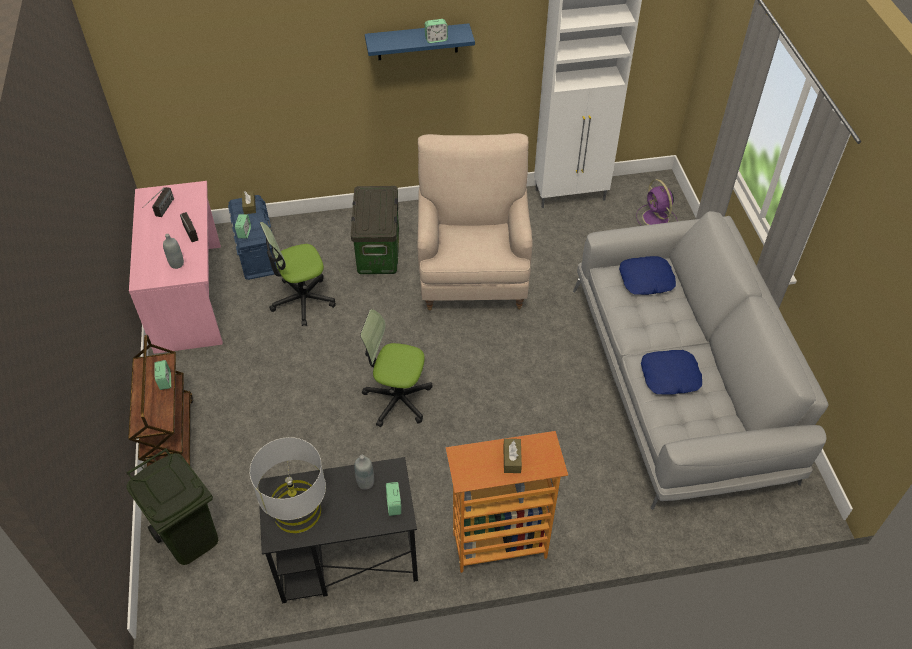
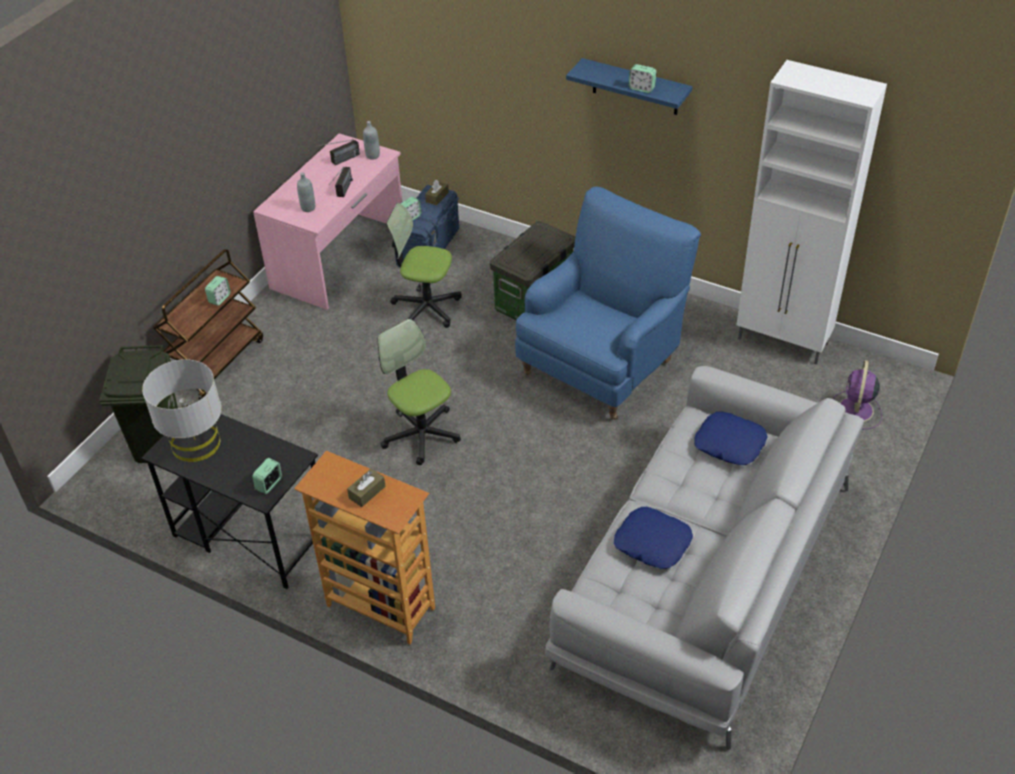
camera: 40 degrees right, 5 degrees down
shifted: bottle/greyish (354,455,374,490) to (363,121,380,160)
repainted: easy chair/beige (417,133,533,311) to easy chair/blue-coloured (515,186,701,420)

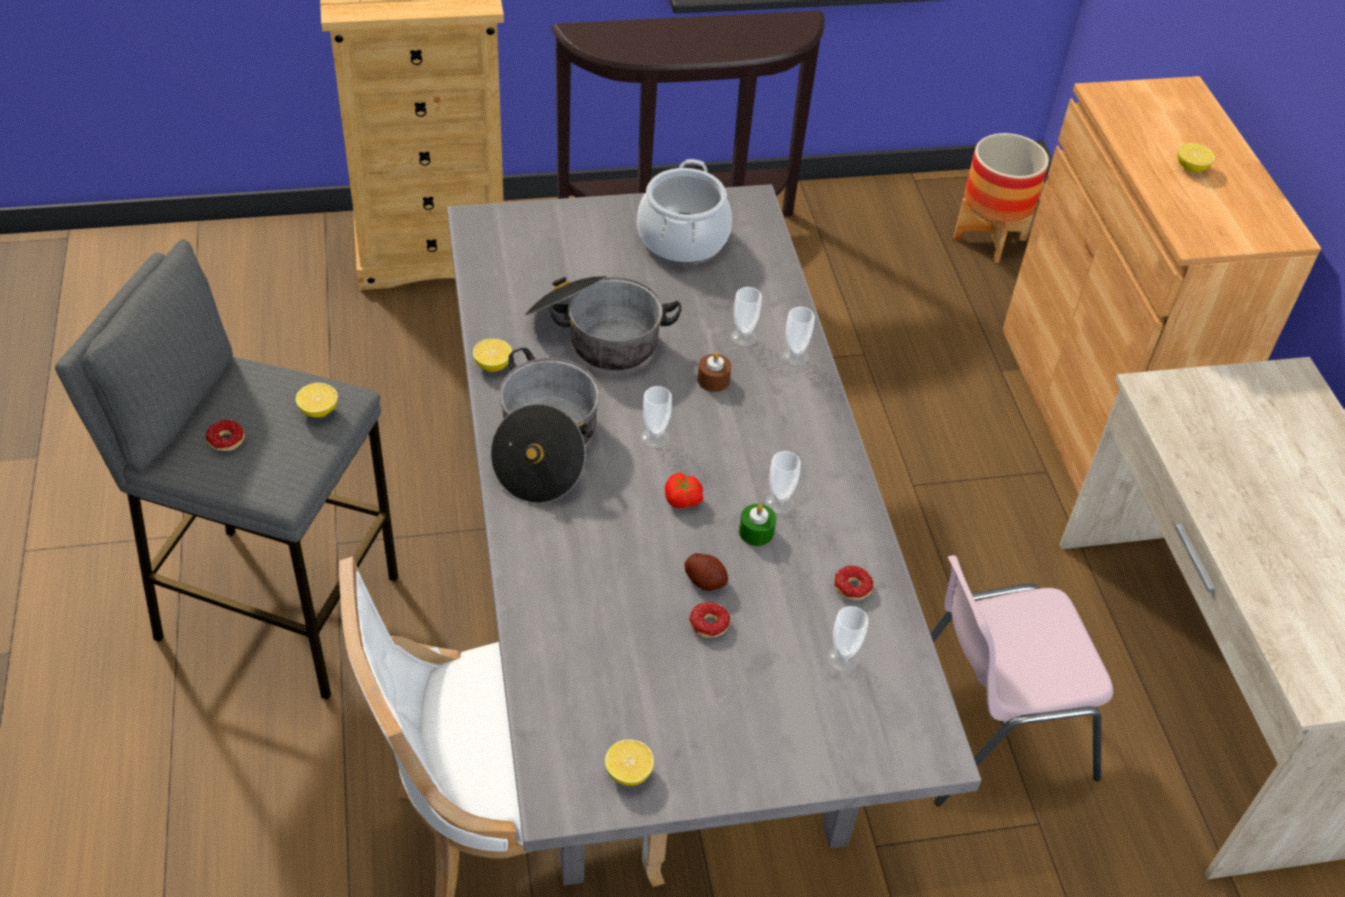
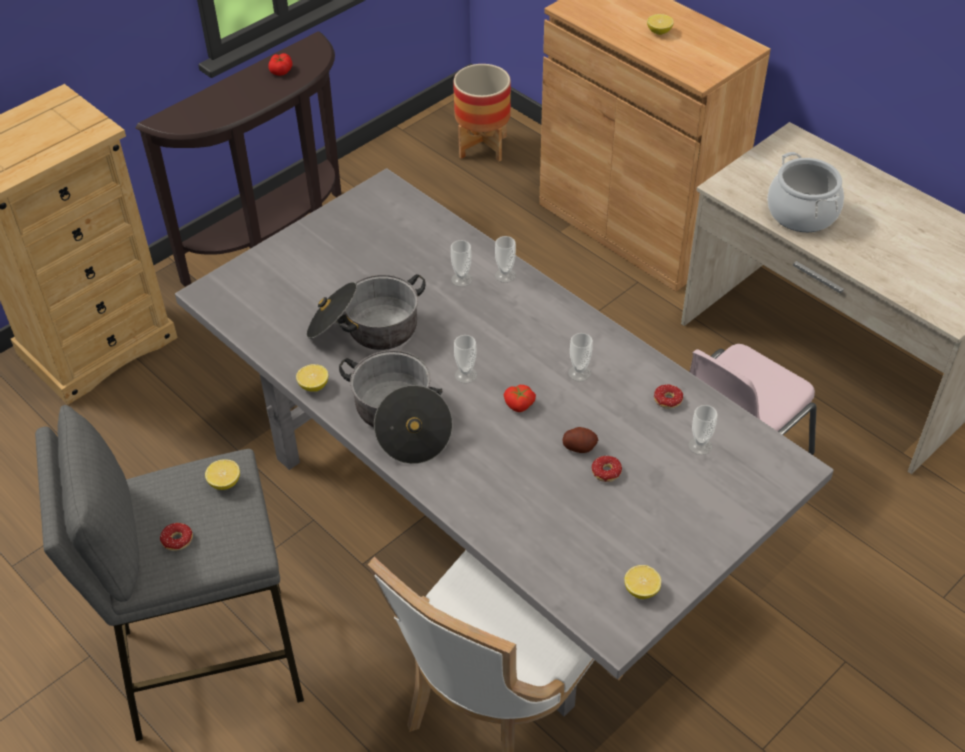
camera: 30 degrees left, 0 degrees up
gone: wax light/brown (698,352,731,392); wax light/green-coloured (739,504,776,546)
new: tomato (268,53,293,76)
shifted: cooking pot (637,159,732,263) to (767,152,844,232)

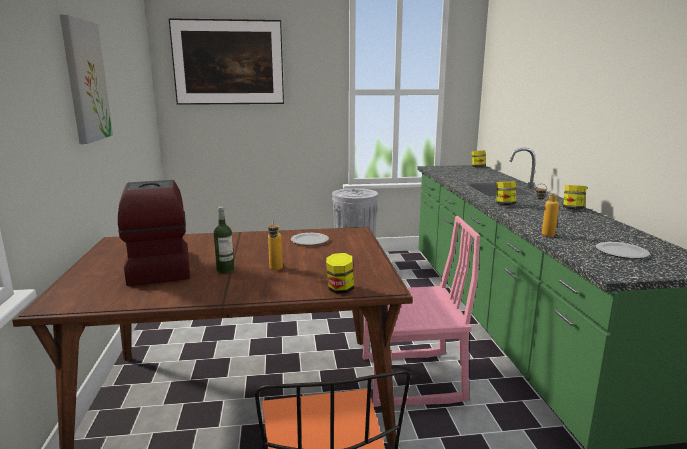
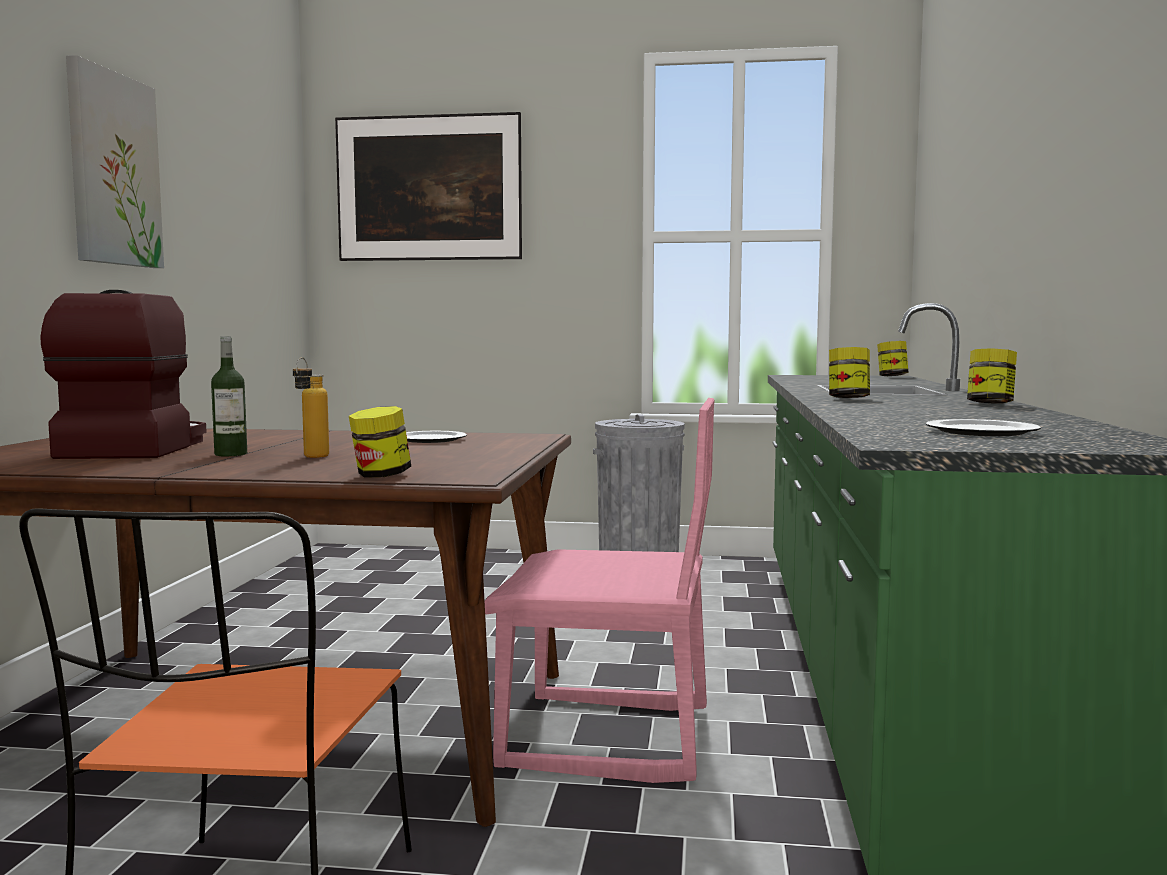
camera: 15 degrees right, 10 degrees down
gone: bottle (535,183,559,237)

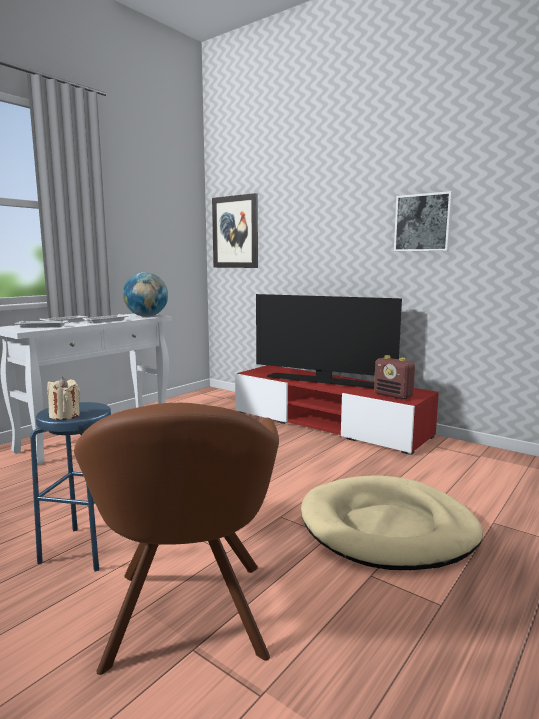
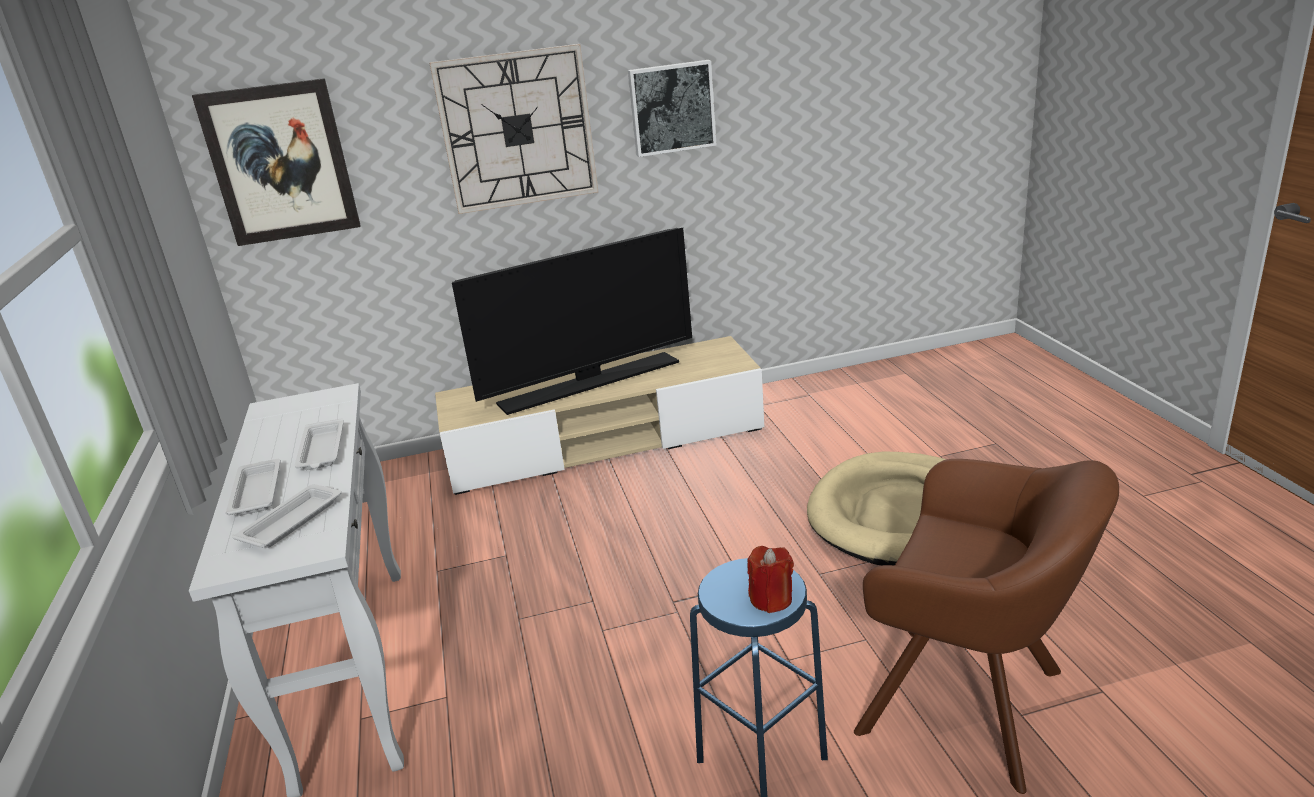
camera: 50 degrees left, 15 degrees up
gone: globe (123,272,168,317); radio receiver (374,355,415,400)
new: hanging clock (429,44,598,214)
repainted: wax light/beige (47,377,80,420) to wax light/red (747,546,794,613); media console/red (235,365,439,455) to media console/beige (435,336,764,495)

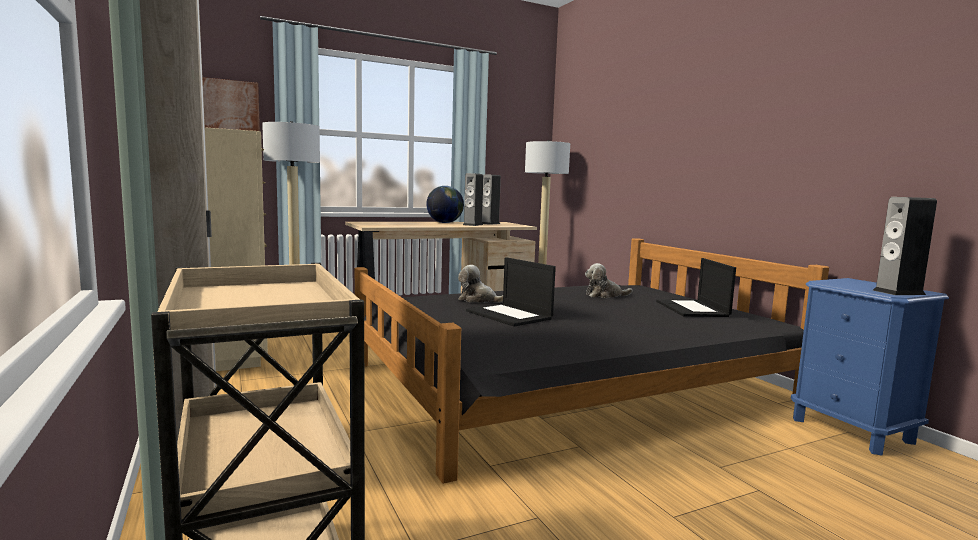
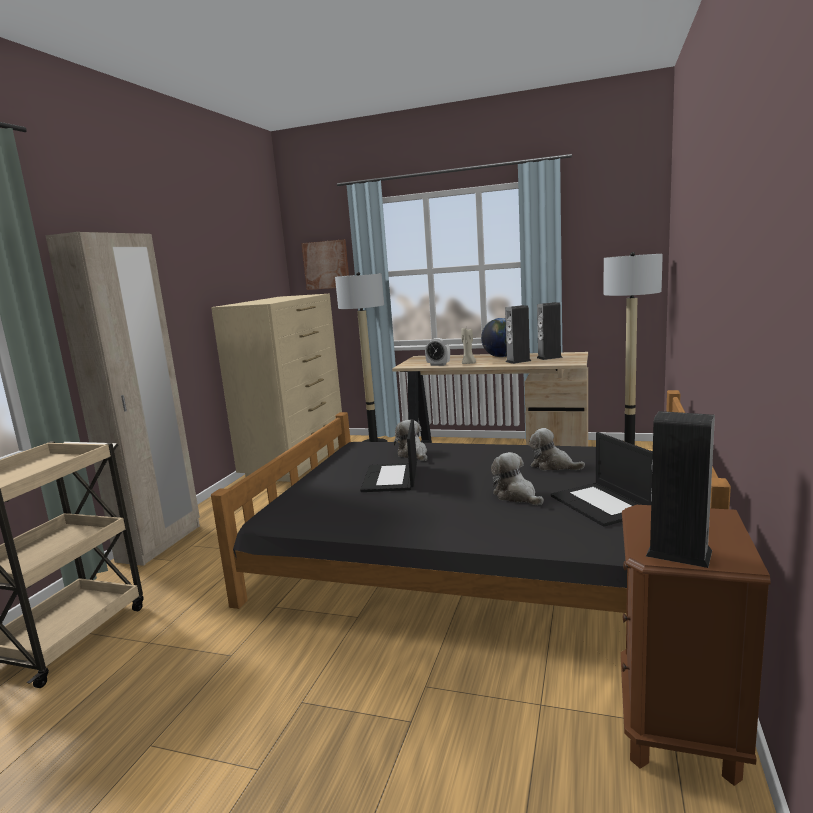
camera: 45 degrees right, 5 degrees up
new: table clock (425,338,450,366); wax light/beige (461,328,476,364); cuddly toy (491,452,544,505)
repainted: nightstand/blue-coloured (791,278,949,455) to nightstand/brown (621,505,771,786)
rotated: laptop (656,258,736,317) = (551,432,653,527) 60 degrees counterclockwise

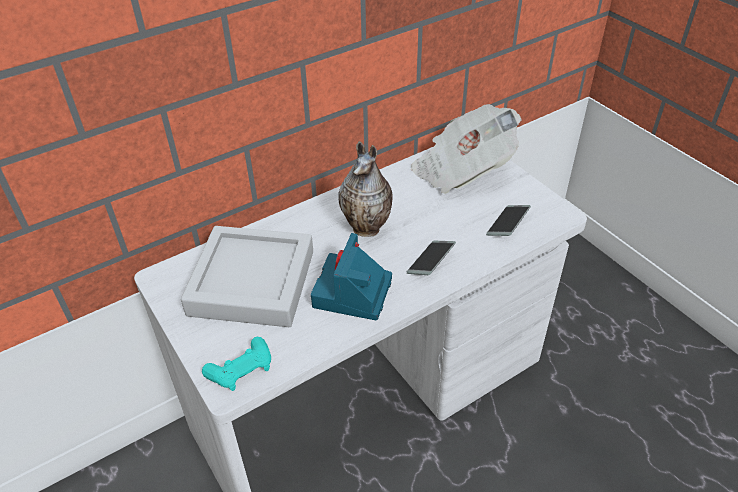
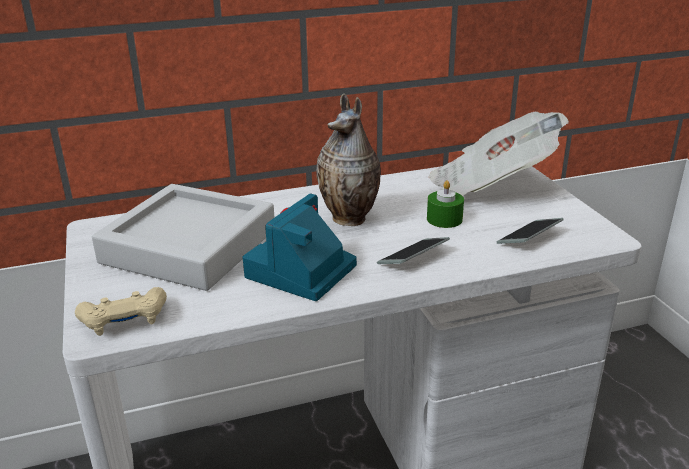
camera: 15 degrees right, 15 degrees down
new: wax light/green-coloured (427,180,464,228)
repainted: joypad/turquoise-coloured (202,337,271,391) to joypad/beige (75,287,167,336)

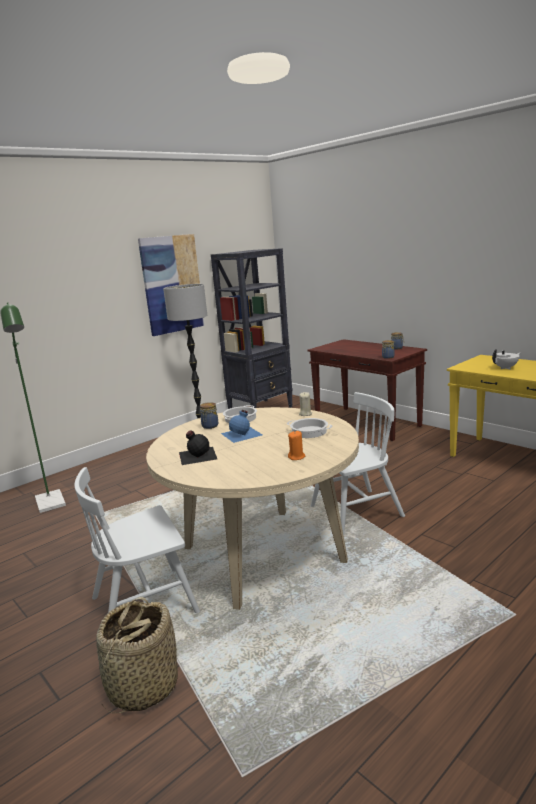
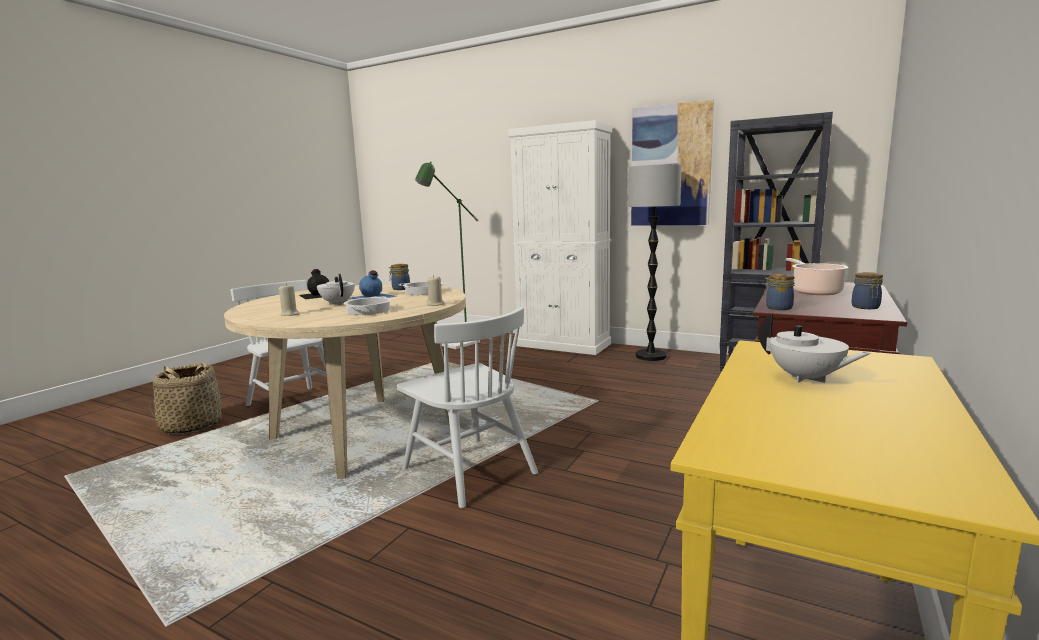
camera: 70 degrees right, 5 degrees down
new: teapot/whitish (317,274,355,305); cupboard/whitish (508,120,612,355); cooking pot (786,258,849,295)
repainted: wax light/orange (288,431,306,460) to wax light/beige (279,284,300,316)

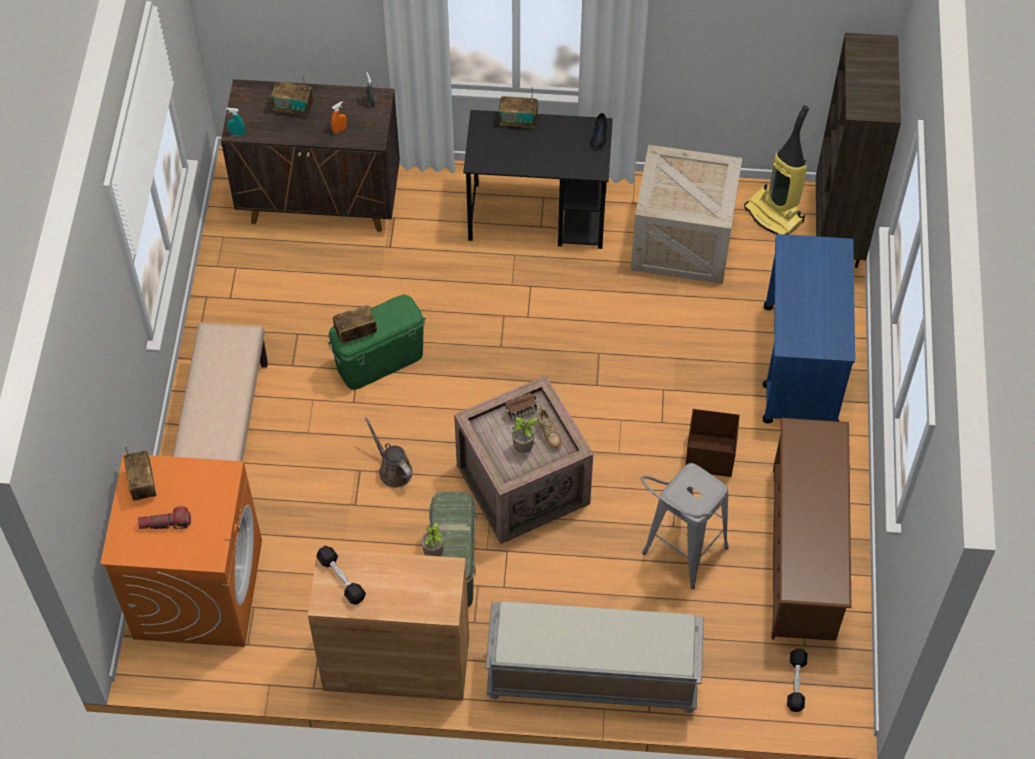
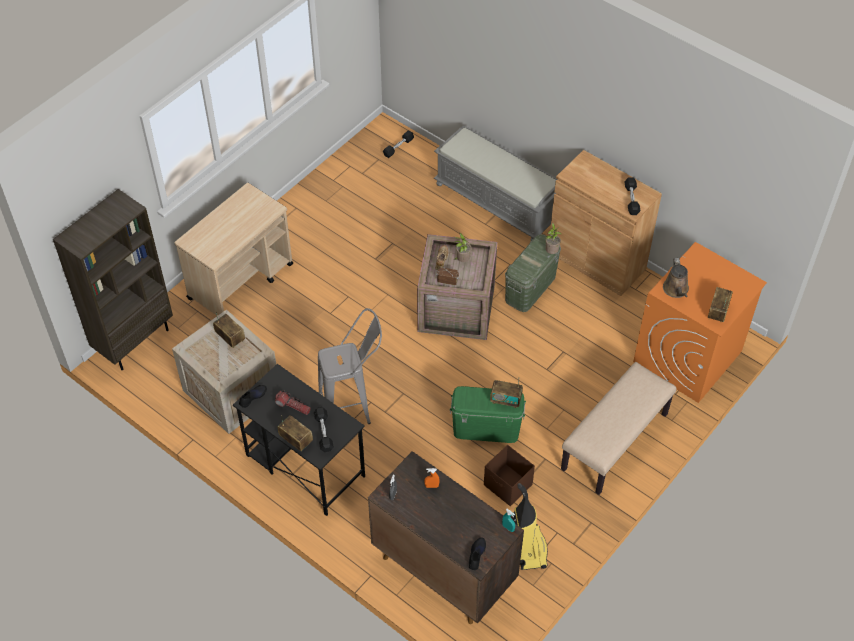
camera: 145 degrees left, 5 degrees down
gone: shoe stand/brown (771,418,851,641)
new: hand weight/blackish (314,407,334,452); shoe/blackish (469,537,486,570)
shifted: hand torch (138,506,191,529) to (275,390,311,415); radio receiver (270,74,313,117) to (213,312,245,348); watering can/brown (365,417,413,488) to (663,258,689,298); sitting stool/greyish (641,463,729,589) to (318,308,382,424); storage box/brown (686,409,740,477) to (484,445,535,506); vacuum (744,105,809,235) to (511,483,548,570)
repainted: cart/blue-coloured (763,234,855,423) to cart/beige (175,183,293,316)

